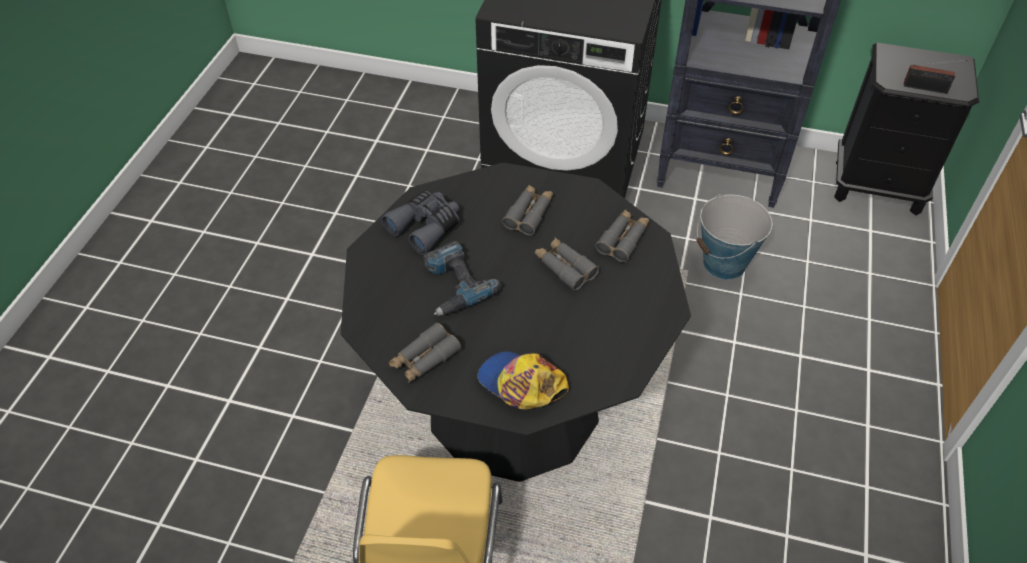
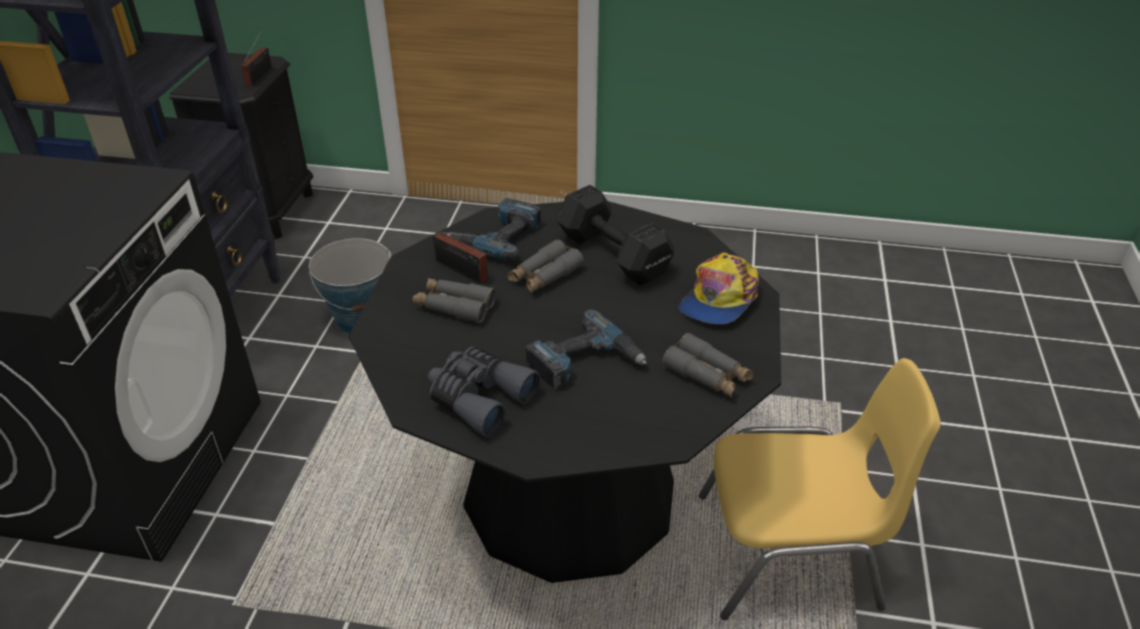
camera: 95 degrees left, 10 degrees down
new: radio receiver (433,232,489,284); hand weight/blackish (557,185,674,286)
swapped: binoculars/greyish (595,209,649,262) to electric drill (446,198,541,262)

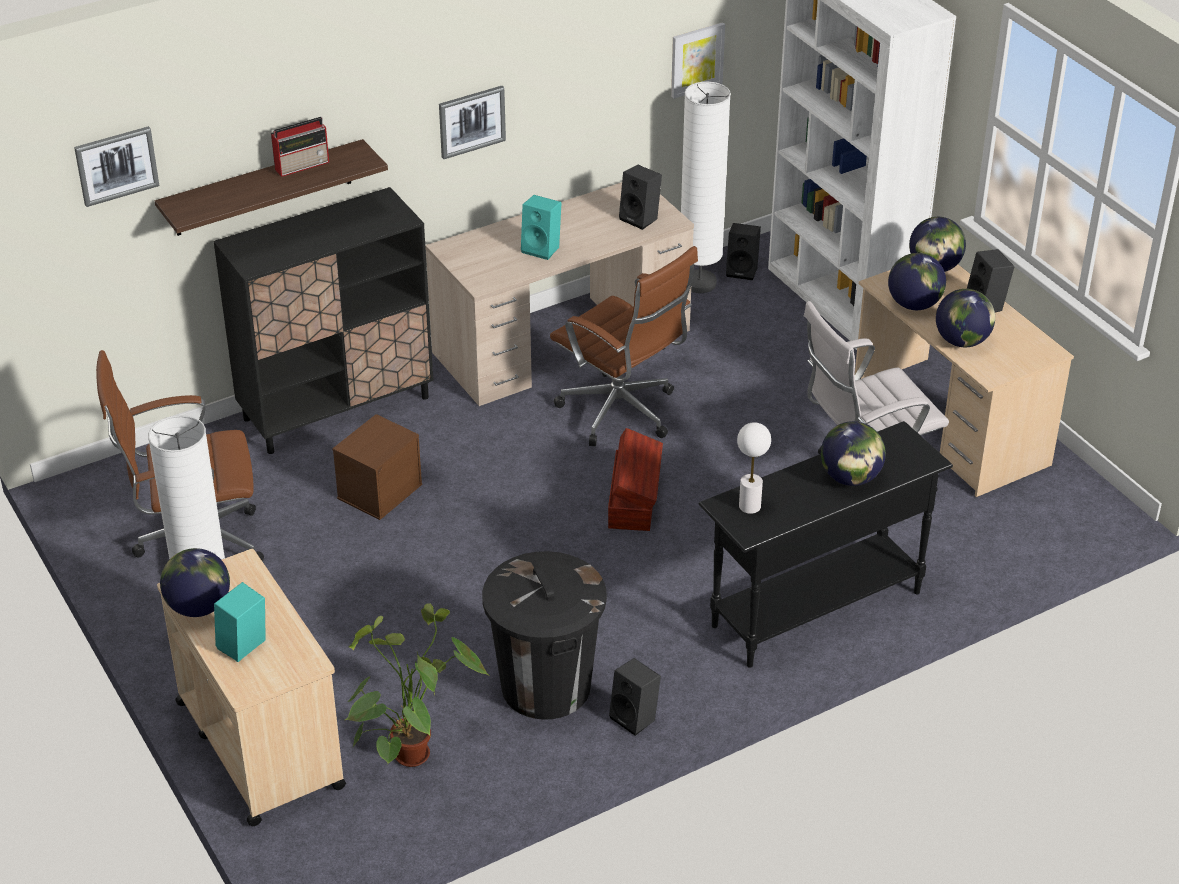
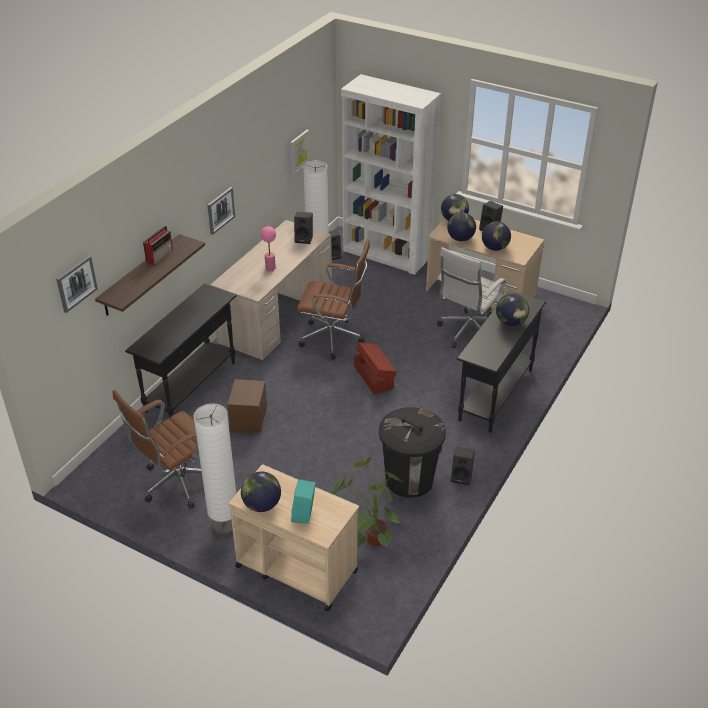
camera: 30 degrees left, 0 degrees up
gone: table lamp/whitish (737,422,771,514)
swapped: cupboard/blackish (213,187,433,454) to console table/blackish (125,284,237,418); audio speaker/turquoise-coloured (521,195,562,260) to table lamp/pink (261,226,276,271)

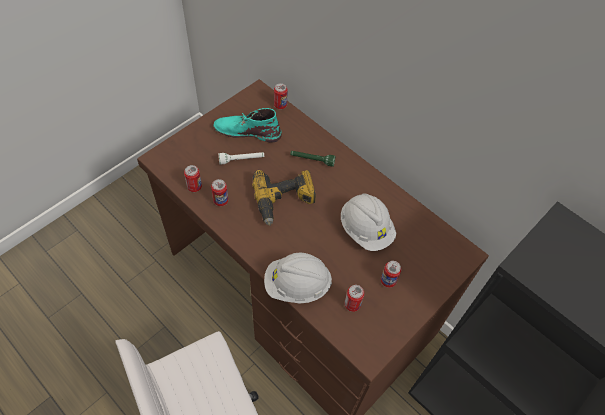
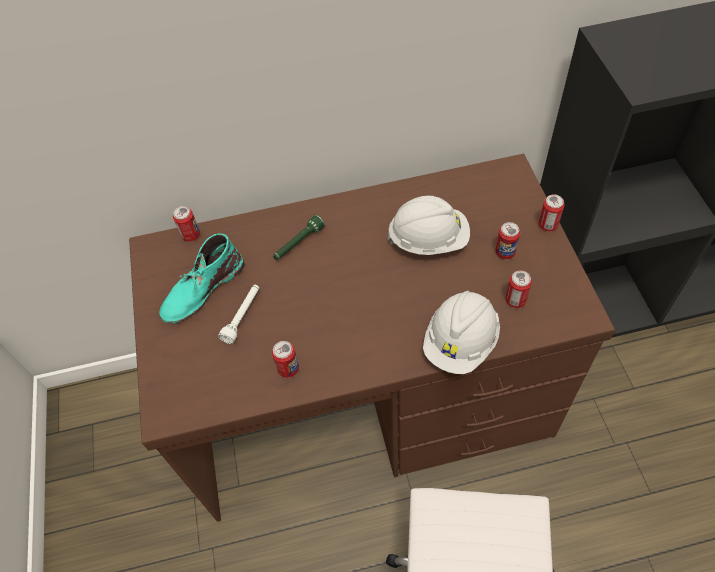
camera: 50 degrees left, 0 degrees up
gone: electric drill (252,170,316,226)
shifted: can (184,165,202,192) to (539,194,565,231)

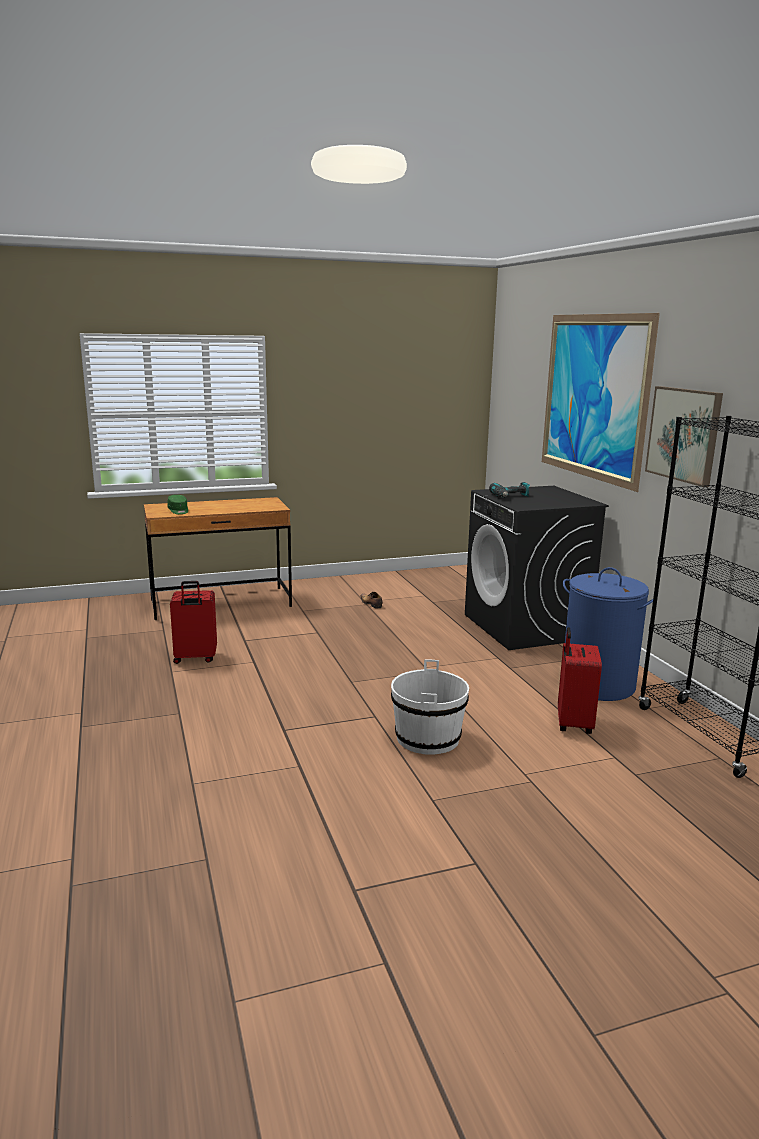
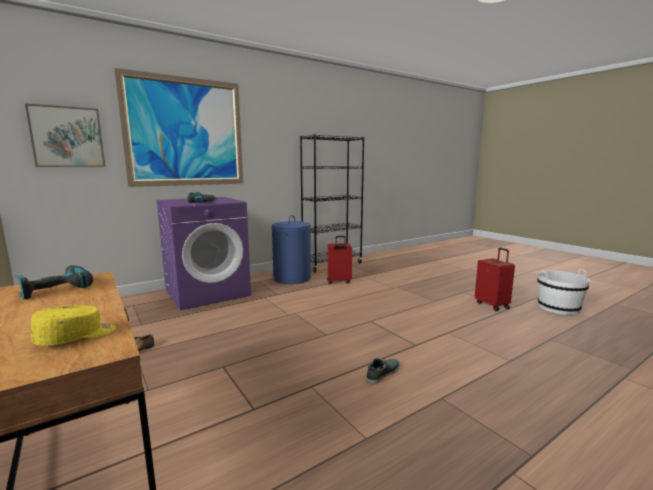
camera: 105 degrees left, 5 degrees down
new: electric drill (15,265,93,300); shoe (366,358,400,384)
shifted: suitcase/red (170,581,217,664) to (475,248,515,311); water bucket/whitish (391,659,469,755) to (537,269,590,315); wall art (645,386,723,487) to (25,104,105,167)
repainted: baseball cap/green-coloured (167,495,188,514) to baseball cap/yellow-coloured (31,305,116,346); laundry machine/blackish (465,486,609,650) to laundry machine/purple-coloured (156,197,251,311)

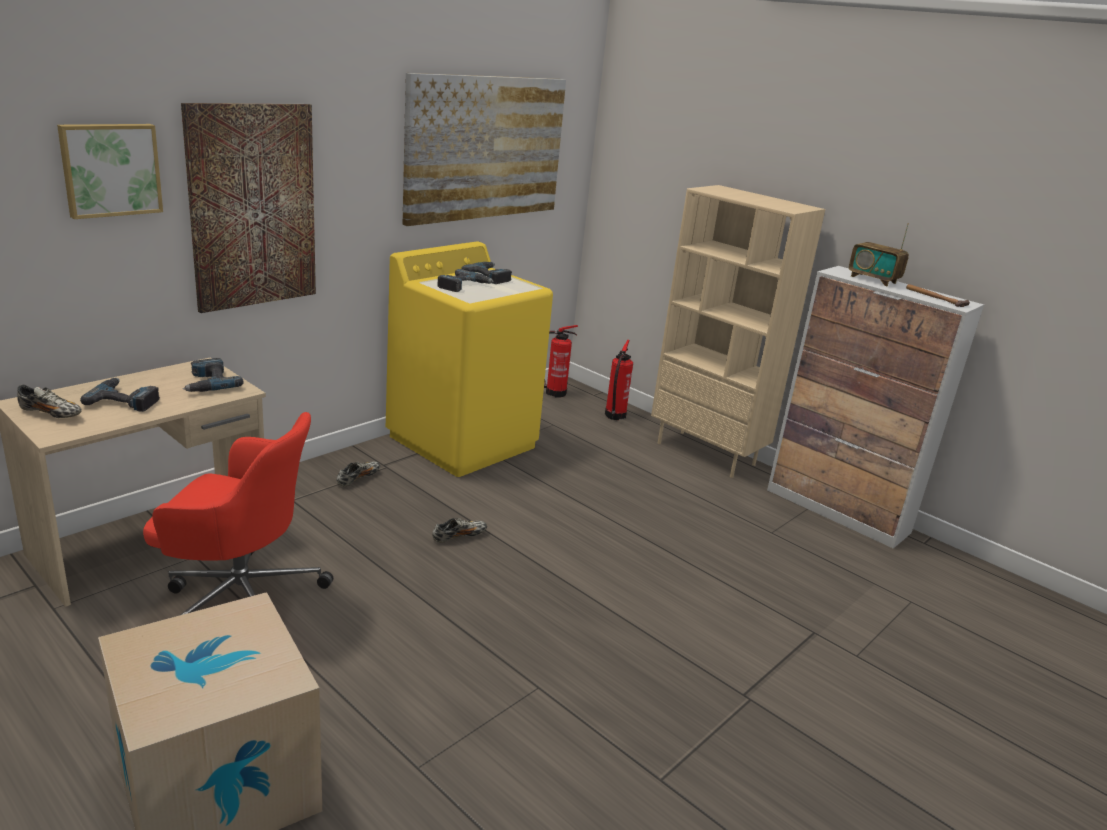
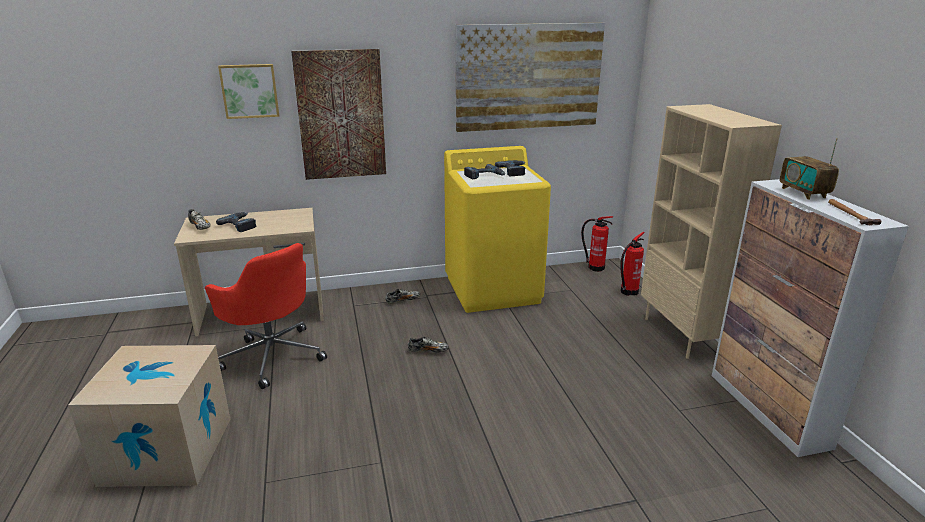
camera: 35 degrees right, 0 degrees up
gone: electric drill (183,358,244,392)

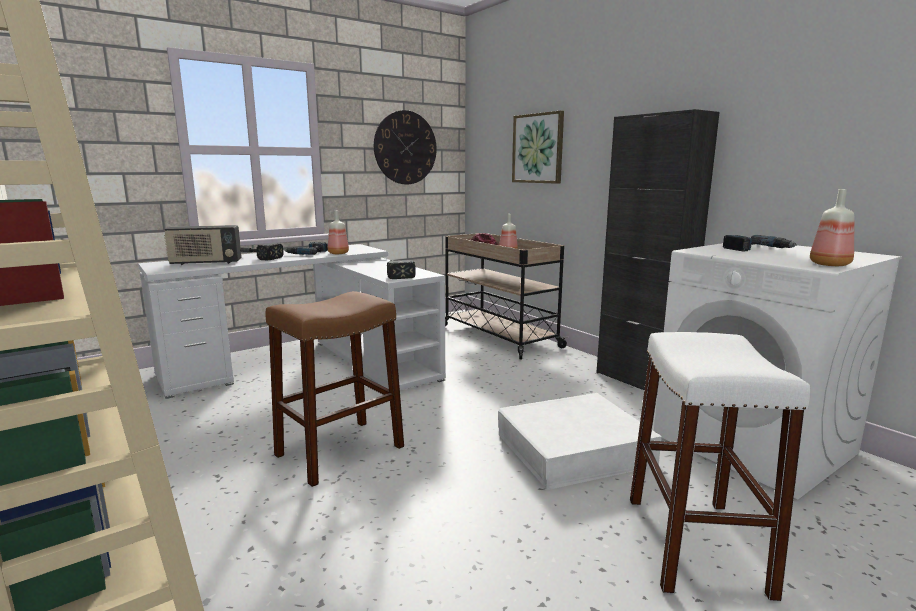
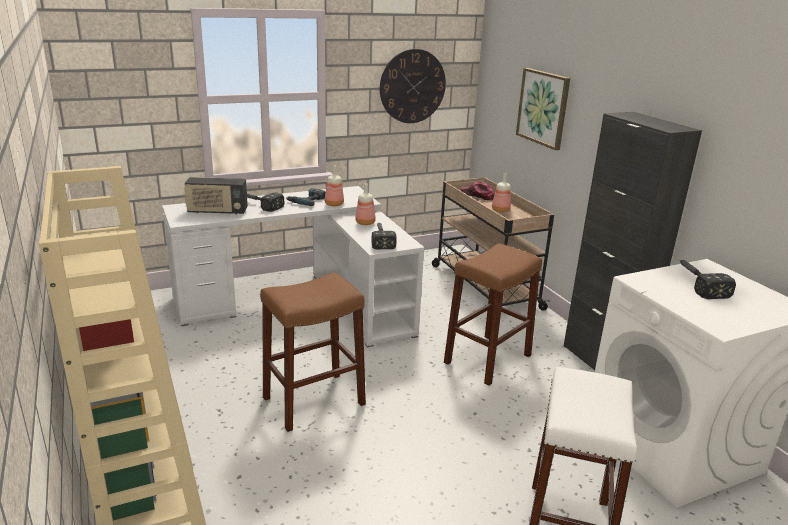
camera: 10 degrees right, 10 degrees up
gone: storage box/whitish (498,393,662,490)
new: sitting stool/brown (444,243,542,386)
shifted: bottle (810,189,854,266) to (355,183,376,225)
swapped: electric drill (723,235,796,251) to tool hammer (679,260,736,299)

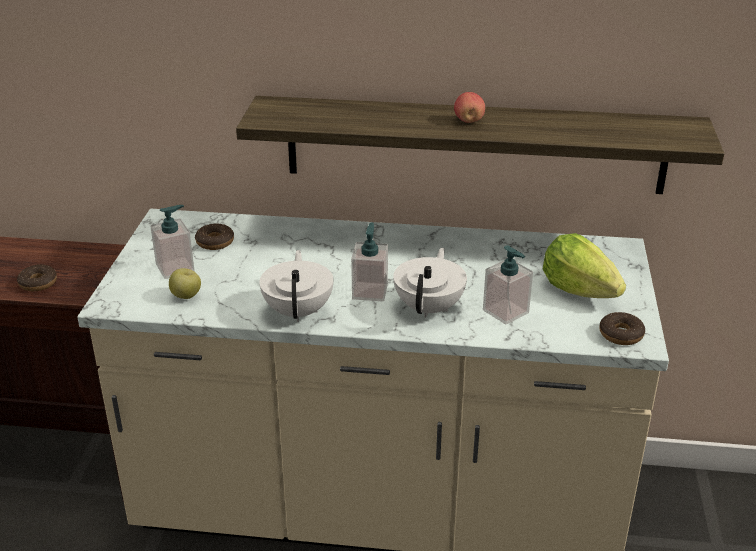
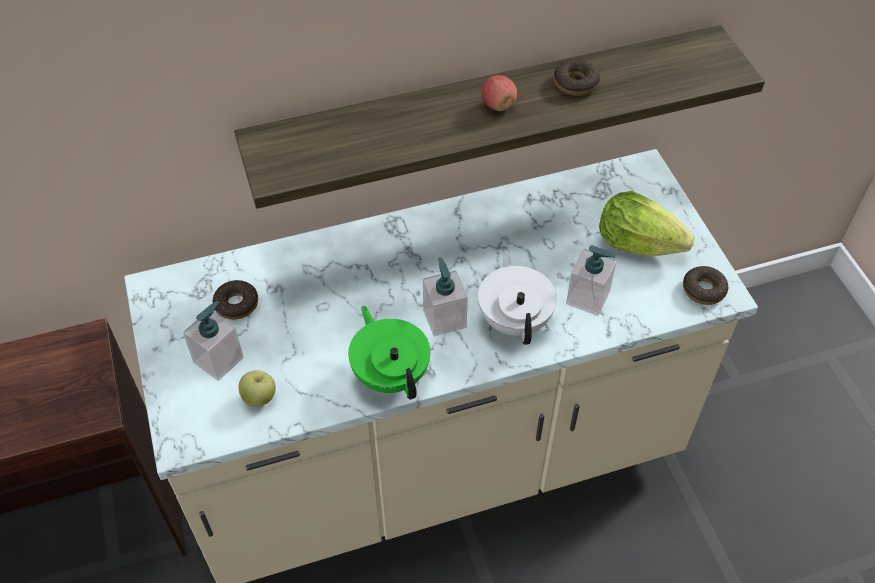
camera: 25 degrees left, 20 degrees up
shifted: donut (17,265,57,291) to (553,59,600,96)
repainted: teapot/whitish (259,250,334,322) to teapot/green-coloured (348,306,430,400)

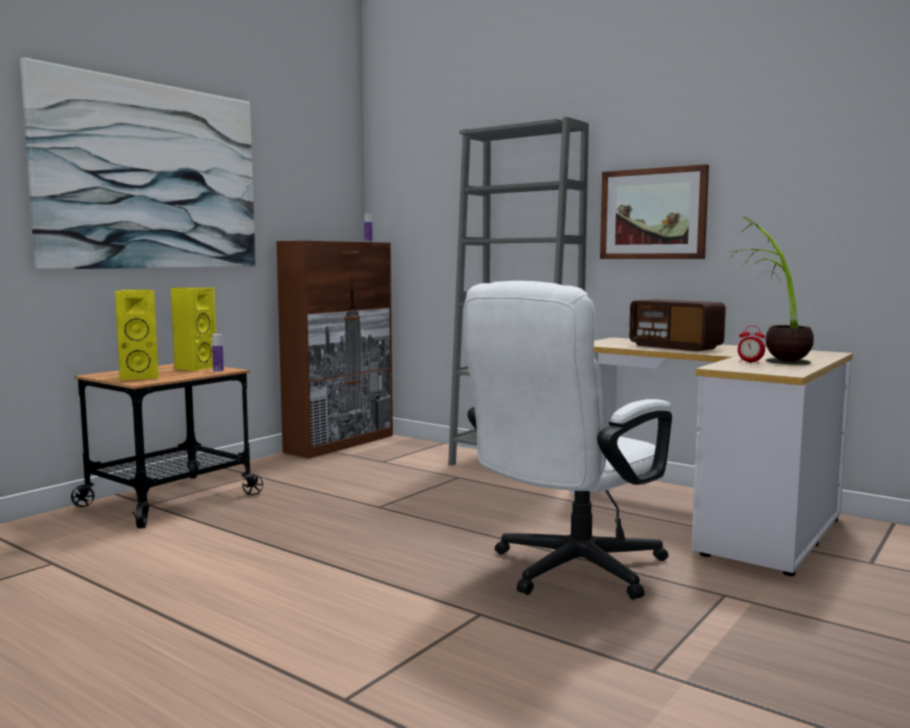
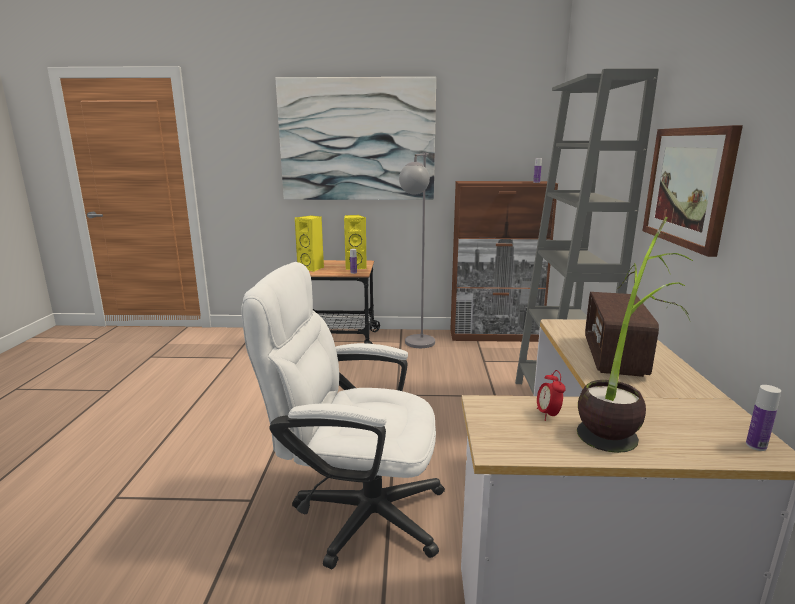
camera: 55 degrees right, 10 degrees up
new: floor lamp/greyish (399,152,435,348); bottle (746,385,781,451)

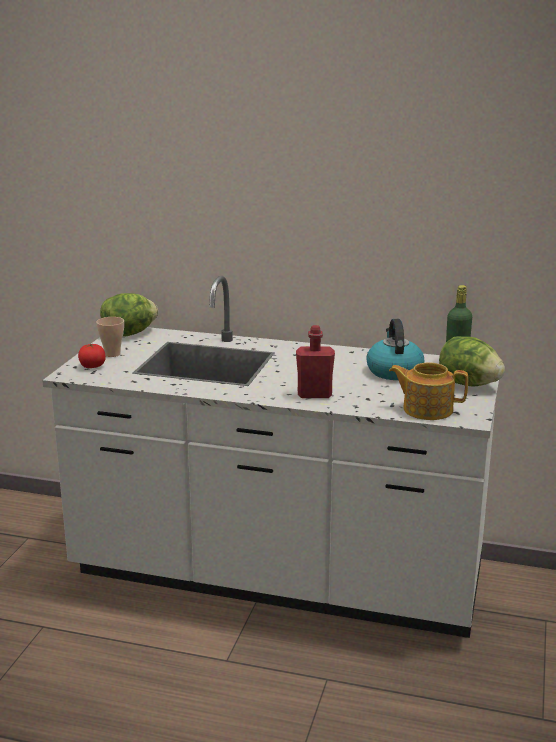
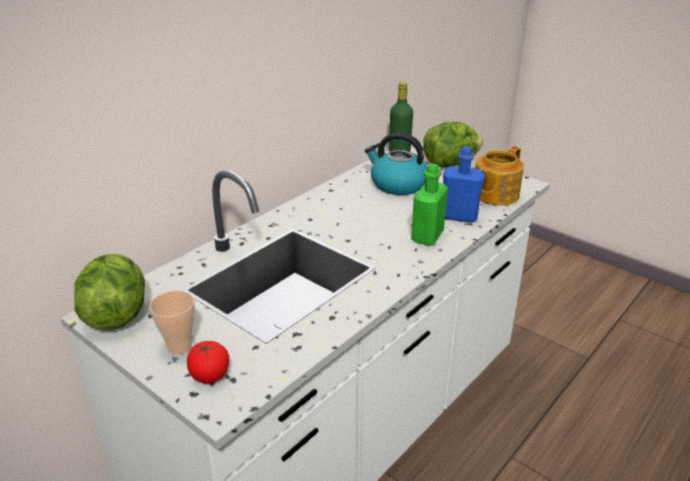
camera: 65 degrees left, 10 degrees up
new: bottle/blue-coloured (443,146,485,223)
repainted: bottle/red (296,325,335,398) to bottle/green-coloured (411,163,448,246)

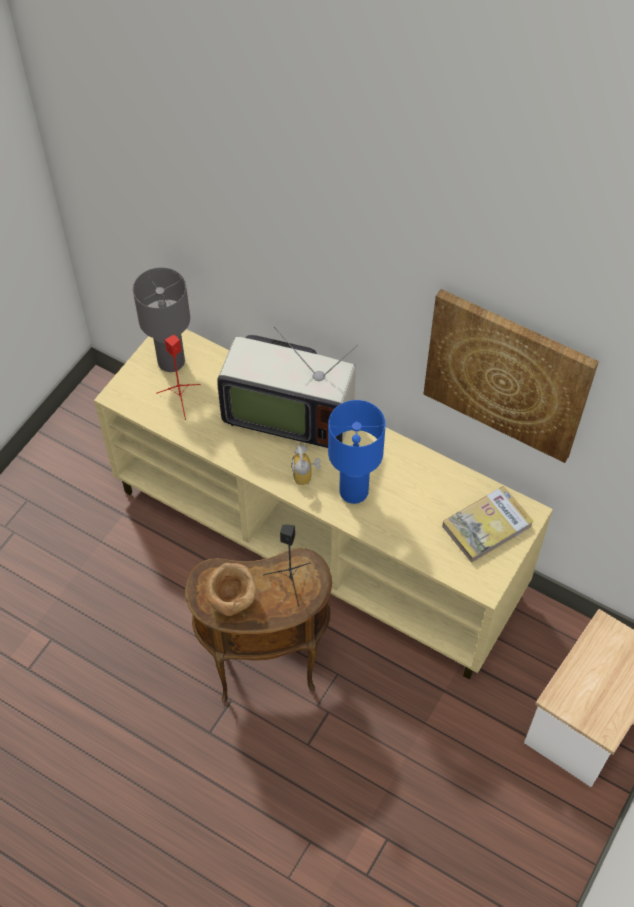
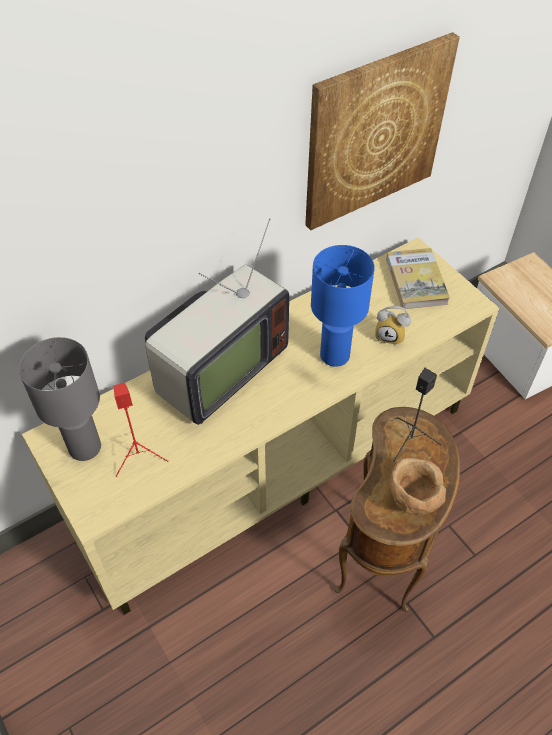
camera: 65 degrees left, 5 degrees down
shifted: table clock (291,444,321,485) to (375,306,411,345)

